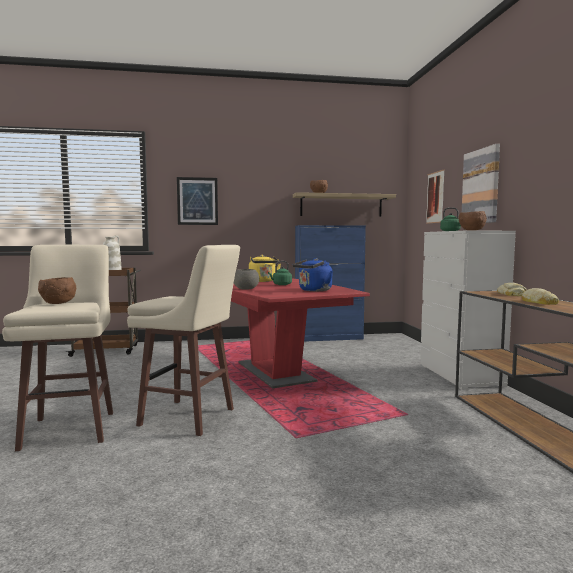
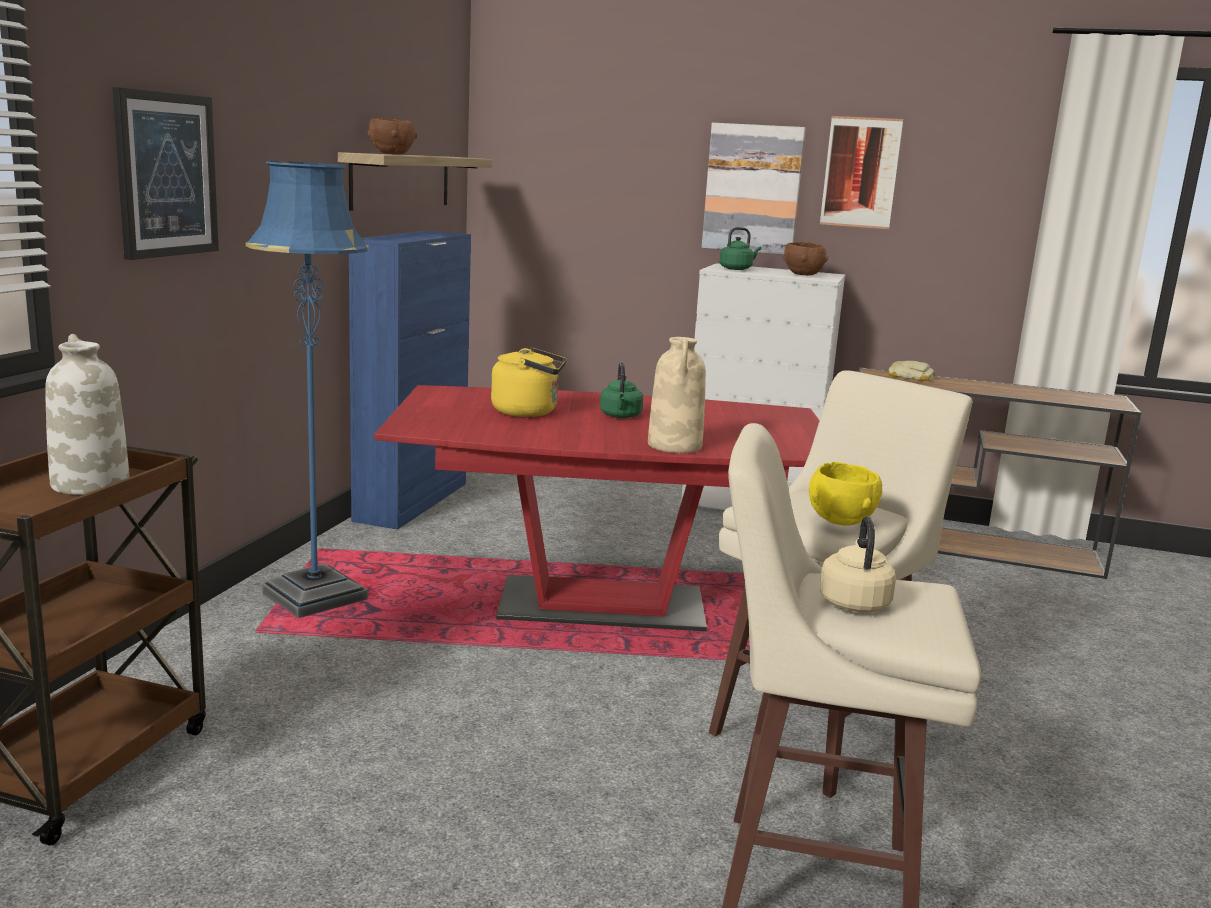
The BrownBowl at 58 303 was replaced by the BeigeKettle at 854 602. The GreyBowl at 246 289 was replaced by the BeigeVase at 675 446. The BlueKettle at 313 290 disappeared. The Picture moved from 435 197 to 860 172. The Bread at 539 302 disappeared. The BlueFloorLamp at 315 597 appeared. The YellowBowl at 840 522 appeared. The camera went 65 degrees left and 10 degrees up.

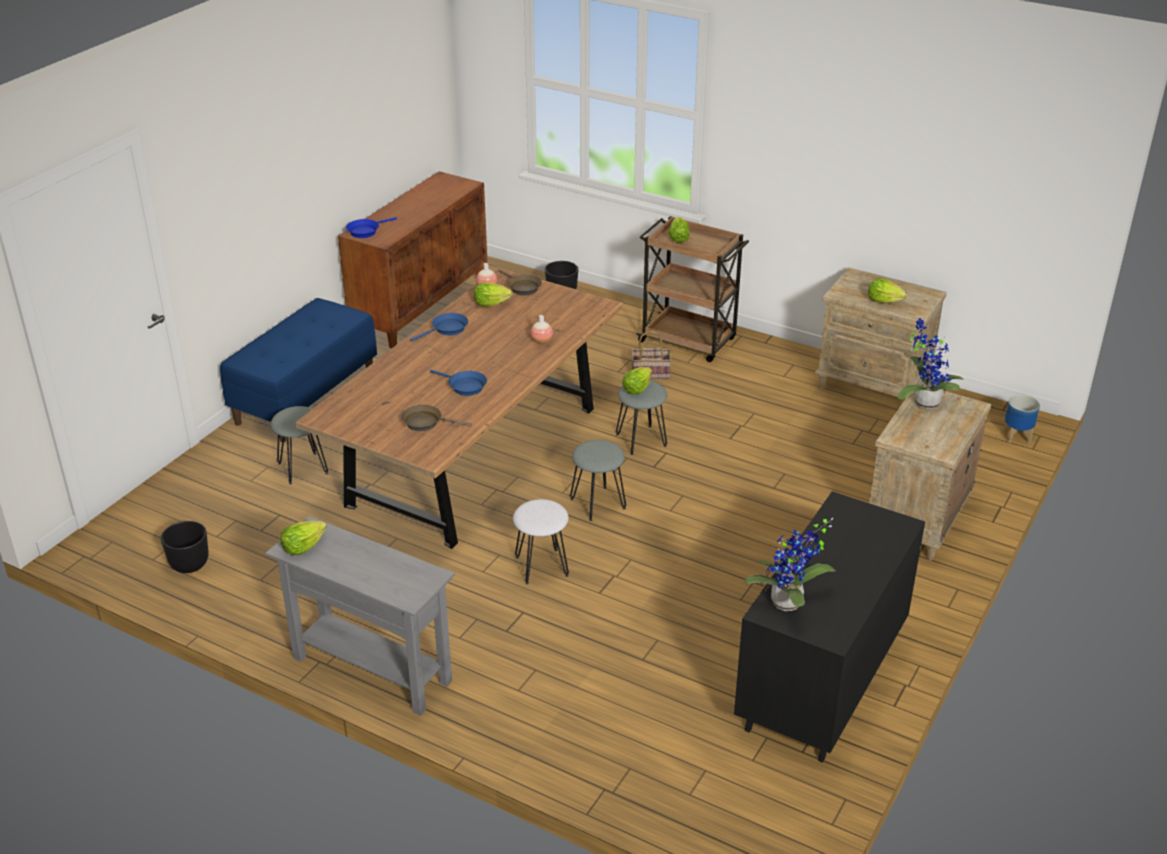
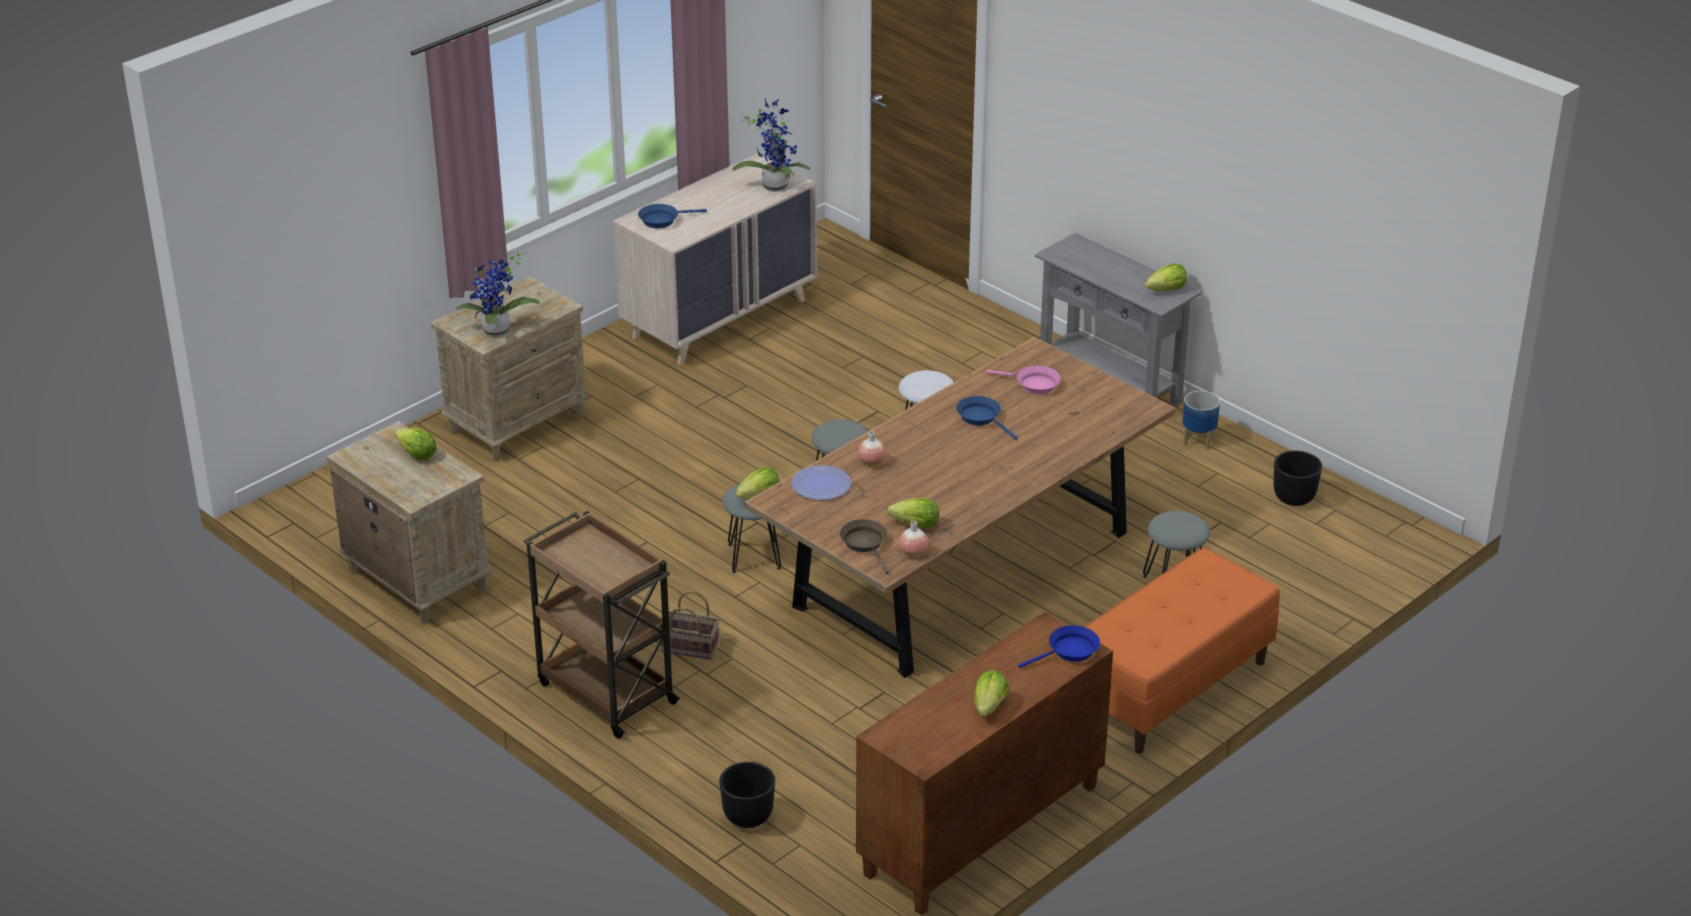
The BlueBench at 305 397 became the OrangeBench at 1170 688. The BrownFryingPan at 426 423 became the PinkFryingPan at 1033 384. The BlueFryingPan moved from 447 330 to 662 220. The Lettuce moved from 678 238 to 989 706. The BlackDresser at 821 684 became the BeigeDresser at 720 318. The Planter moved from 1017 436 to 1197 440. The Plate at 821 484 appeared. The camera went 165 degrees left and 0 degrees up.

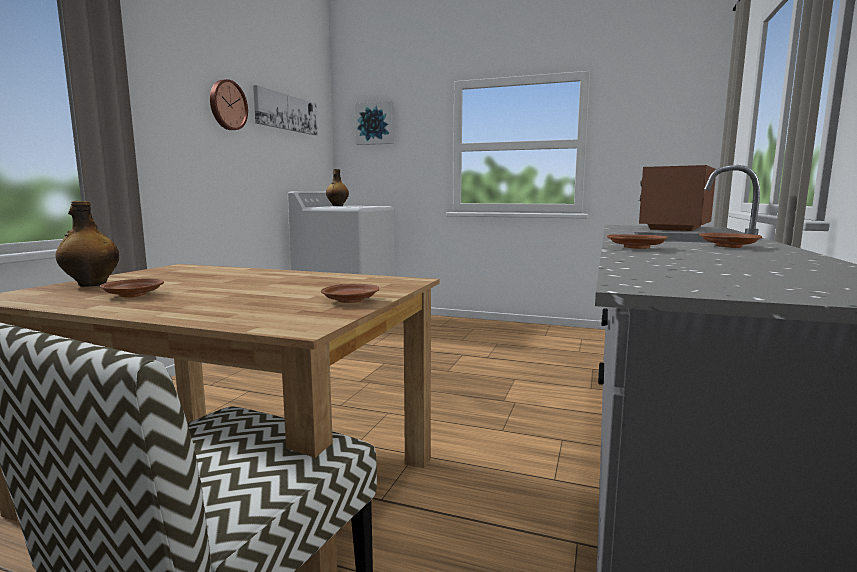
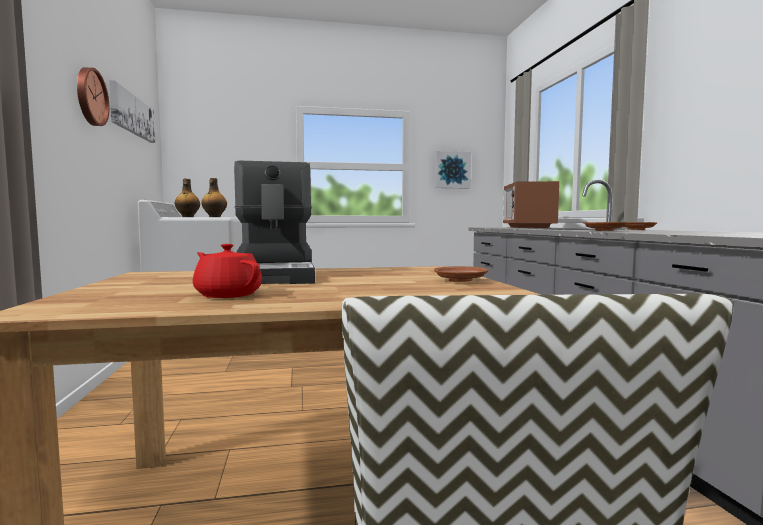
The Bottle moved from 91 284 to 214 217. The BrownPlate at 132 295 was replaced by the RedTeapot at 228 294. The Picture moved from 375 123 to 452 170. The CoffeeMachine at 277 275 appeared. The camera went 30 degrees left and 5 degrees down.

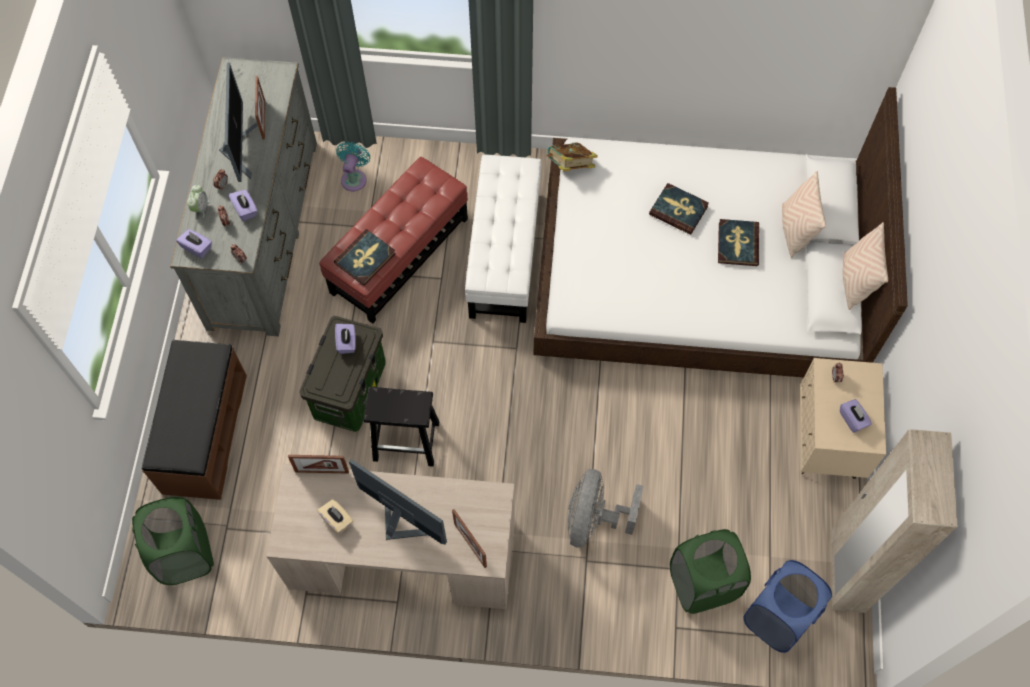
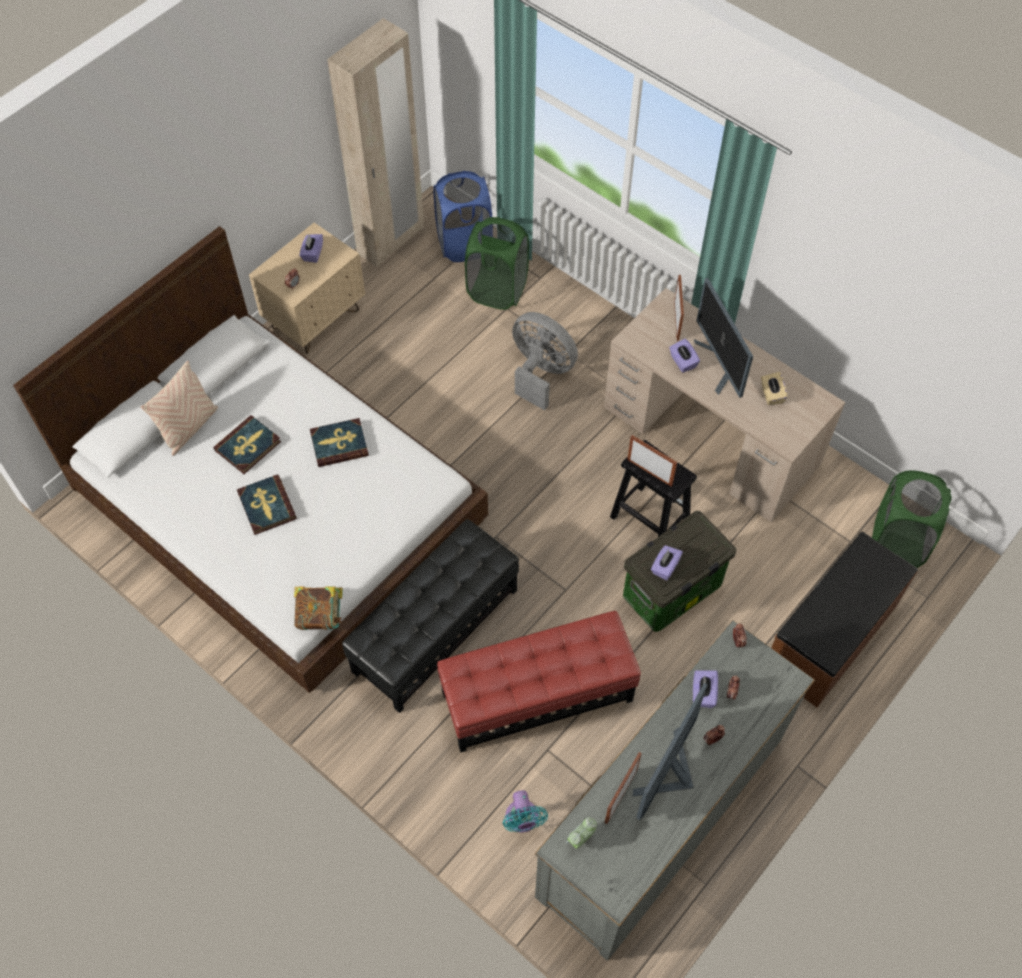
The PurpleTissueBox moved from 197 248 to 682 362. The AlarmClock moved from 200 208 to 580 838. The PictureFrame moved from 322 471 to 649 472. The Book moved from 365 259 to 339 444. The TurquoiseFan at 354 178 turned 60 degrees counterclockwise. The WhiteOttoman at 505 254 became the BlackOttoman at 435 630. The GreyFan at 594 520 turned 105 degrees counterclockwise. The BeigePillow at 855 281 disappeared. The camera went 145 degrees left and 5 degrees down.

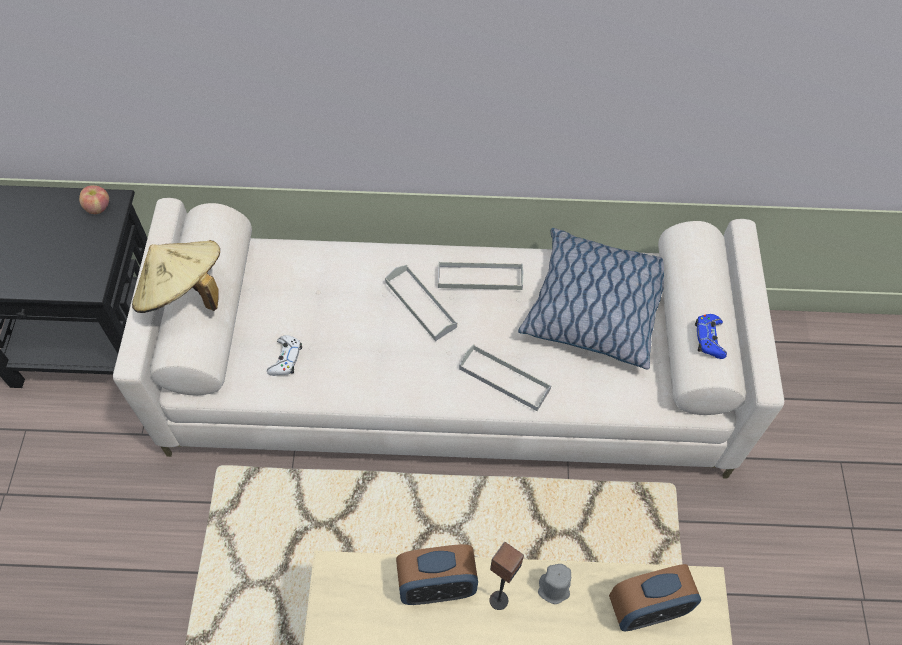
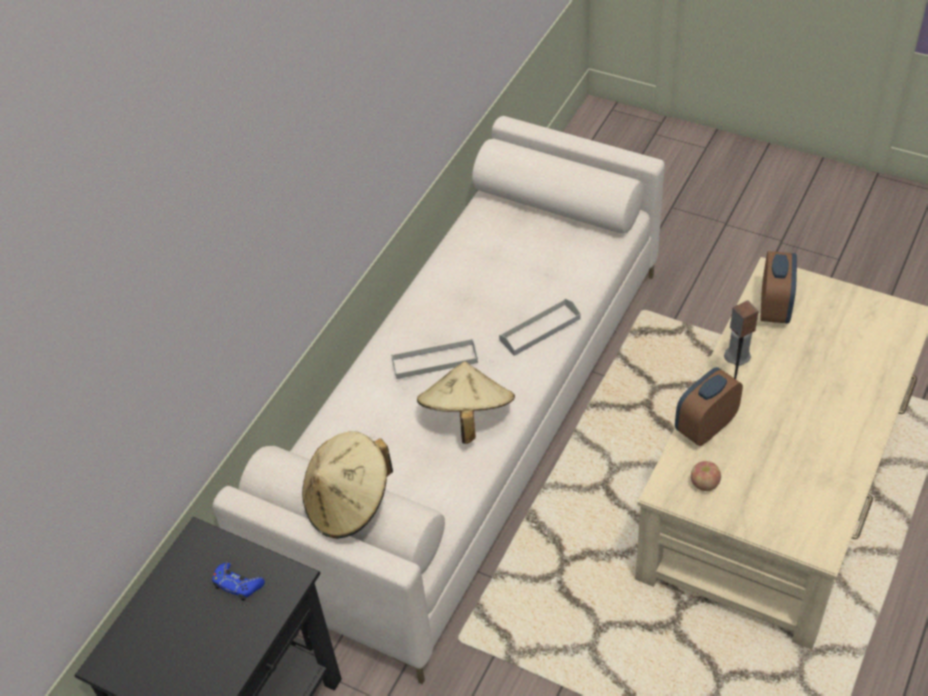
The Apple moved from 98 207 to 704 484. The WhiteGameController at 285 359 disappeared. The AlarmClock at 437 586 turned 150 degrees counterclockwise. The GreyTray at 480 278 disappeared. The Pillow at 594 307 disappeared. The BlueGameController moved from 709 339 to 238 584. The BeigeHat at 466 417 appeared. The camera went 60 degrees left and 10 degrees down.

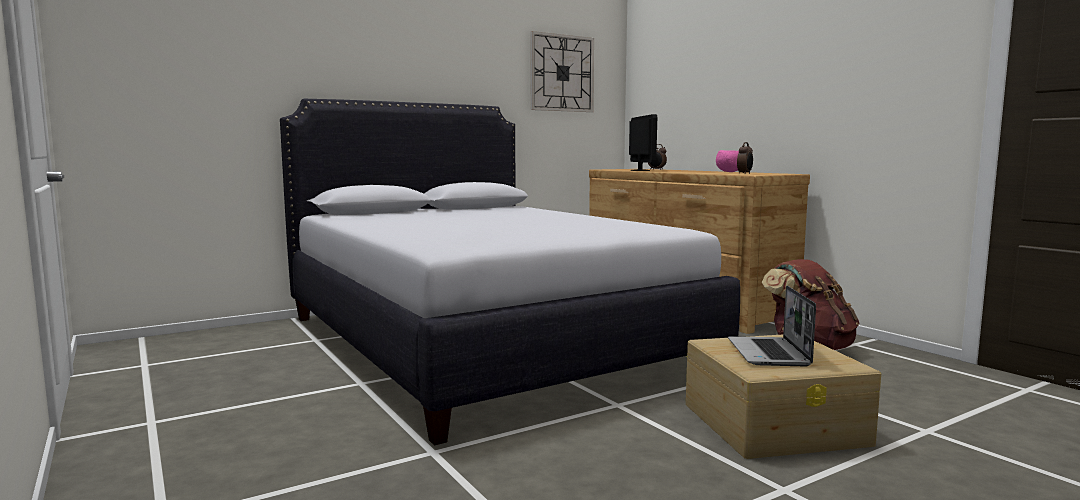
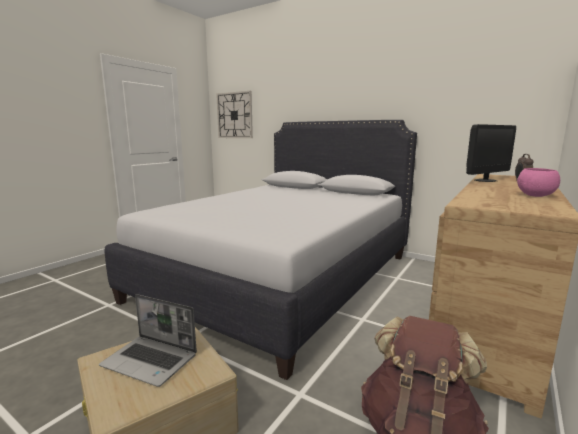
The WallClock moved from 562 73 to 234 115. The Laptop at 769 353 turned 135 degrees counterclockwise. The AlarmClock at 745 173 disappeared. The camera went 65 degrees right and 5 degrees up.

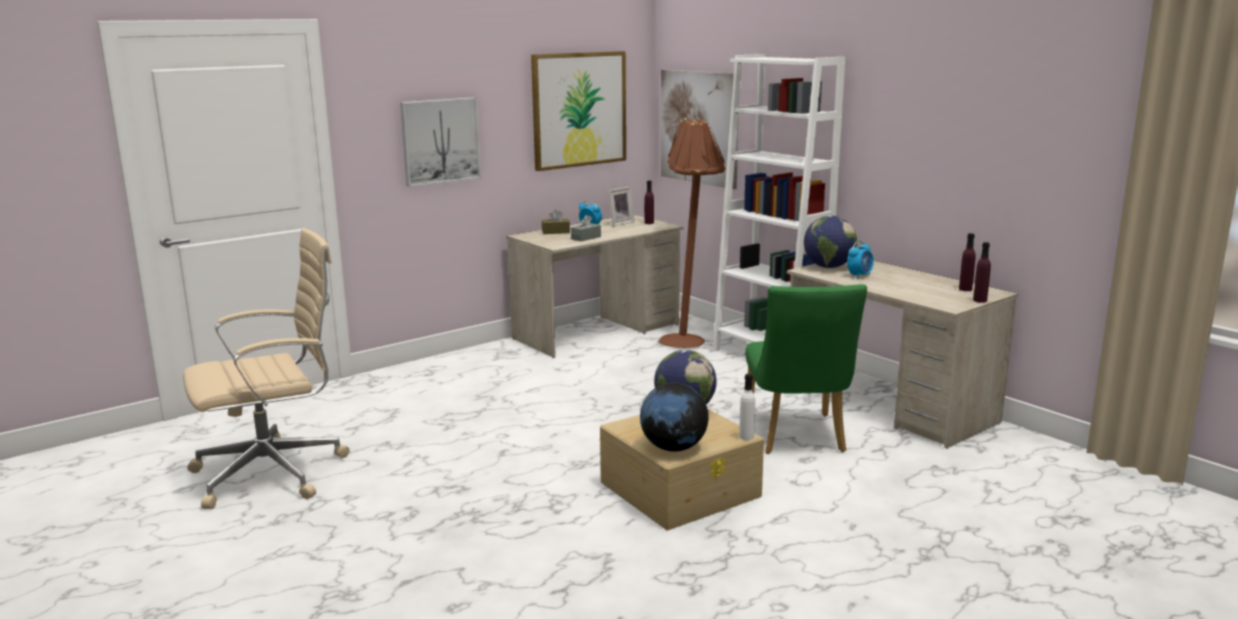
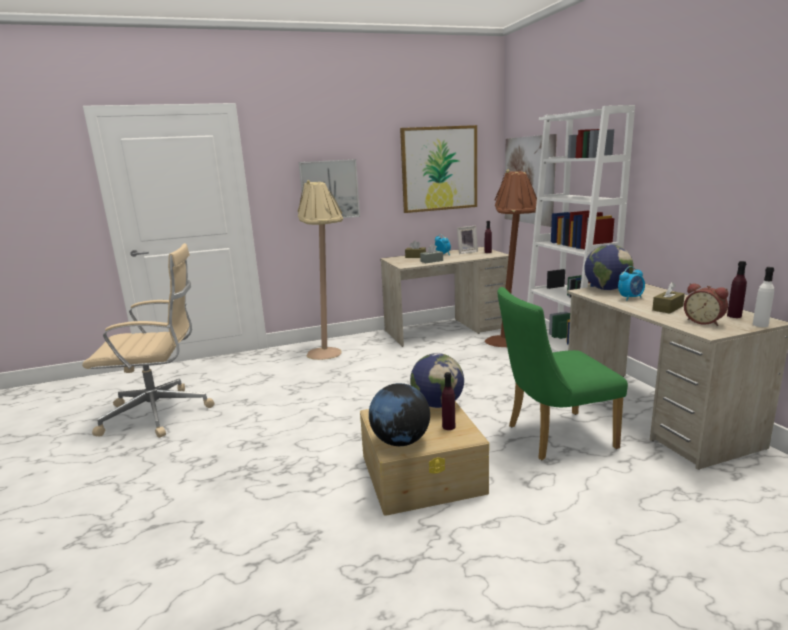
The WhiteBottle moved from 746 437 to 760 325. The GreenChair at 797 438 turned 60 degrees clockwise. The PurpleBottle moved from 980 300 to 448 427. The BeigeFloorLamp at 330 351 appeared. The BrownTissueBox at 667 308 appeared. The AlarmClock at 704 322 appeared. The camera went 20 degrees right and 0 degrees up.

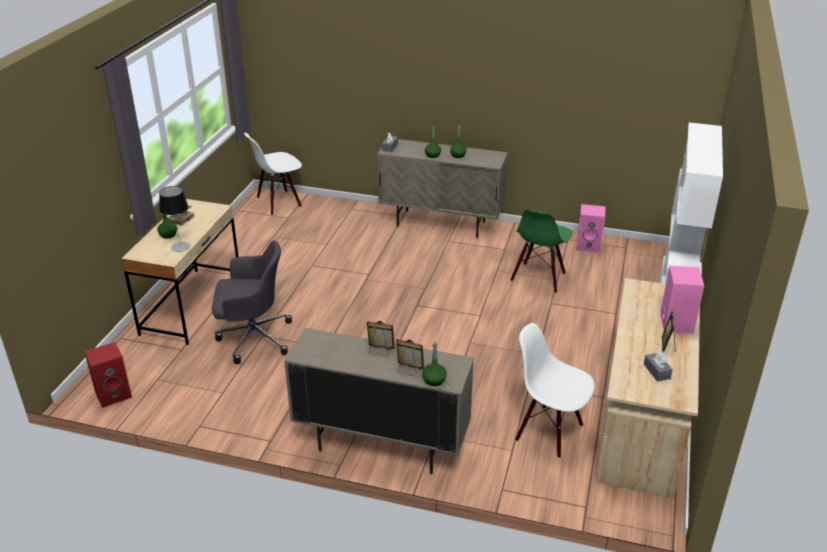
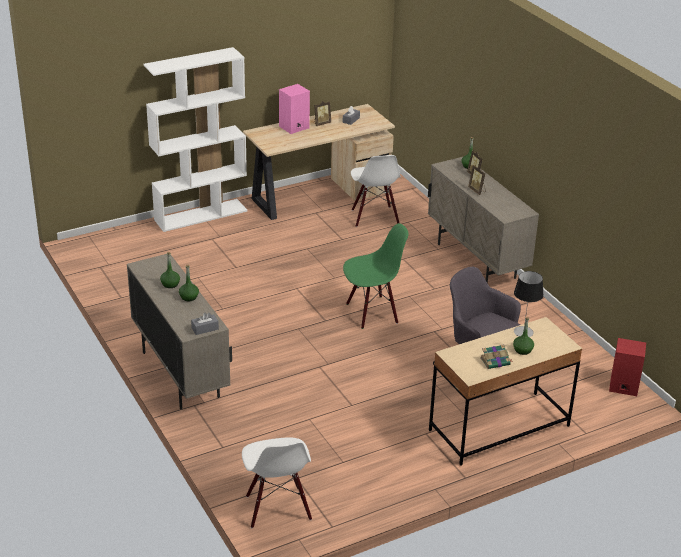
The WhiteChair at 278 202 turned 60 degrees clockwise. The GreenChair moved from 538 277 to 372 312. The PinkSpeaker at 589 246 disappeared. The camera went 135 degrees left and 0 degrees up.

